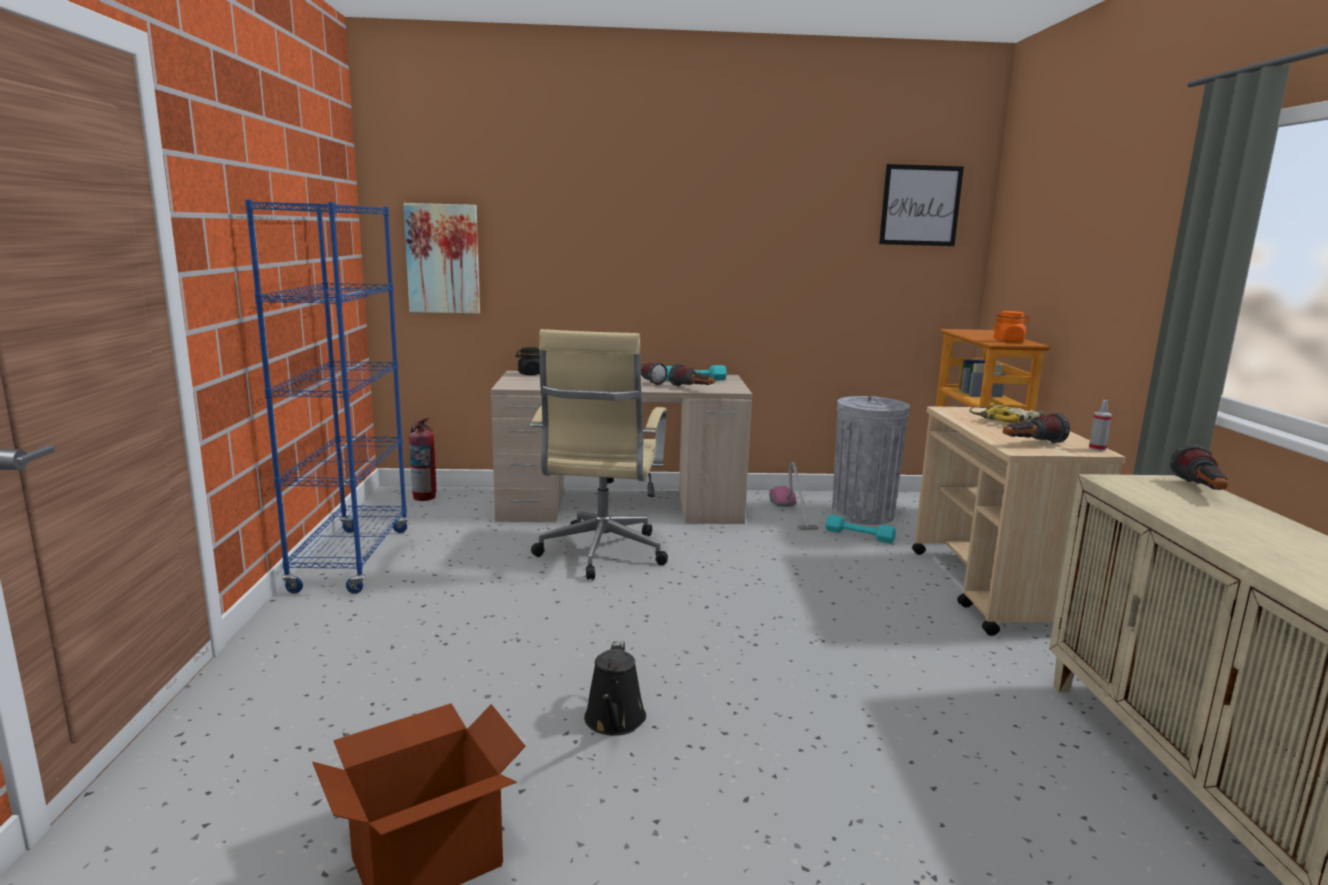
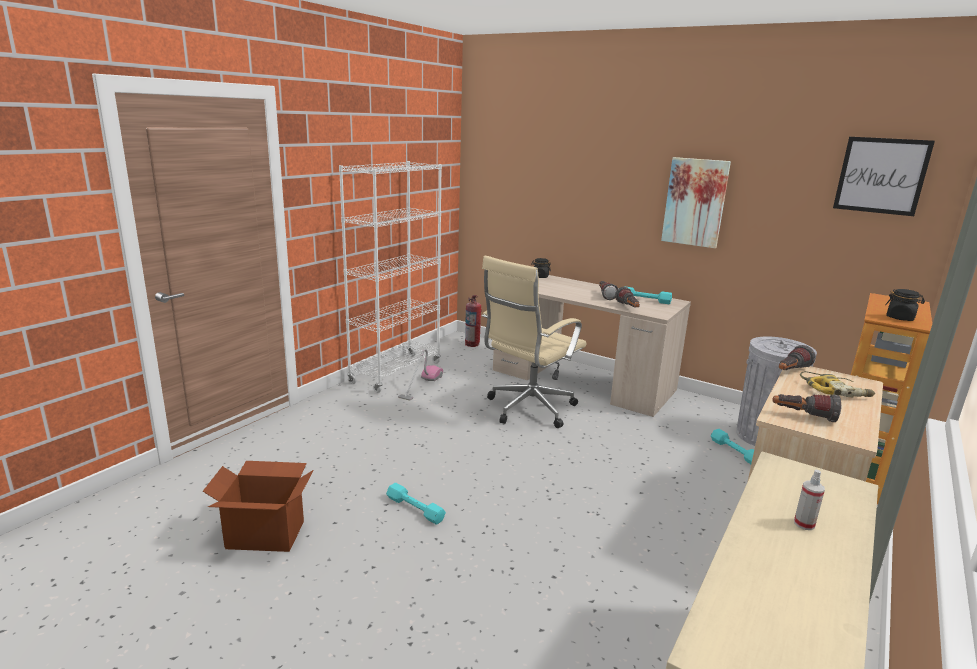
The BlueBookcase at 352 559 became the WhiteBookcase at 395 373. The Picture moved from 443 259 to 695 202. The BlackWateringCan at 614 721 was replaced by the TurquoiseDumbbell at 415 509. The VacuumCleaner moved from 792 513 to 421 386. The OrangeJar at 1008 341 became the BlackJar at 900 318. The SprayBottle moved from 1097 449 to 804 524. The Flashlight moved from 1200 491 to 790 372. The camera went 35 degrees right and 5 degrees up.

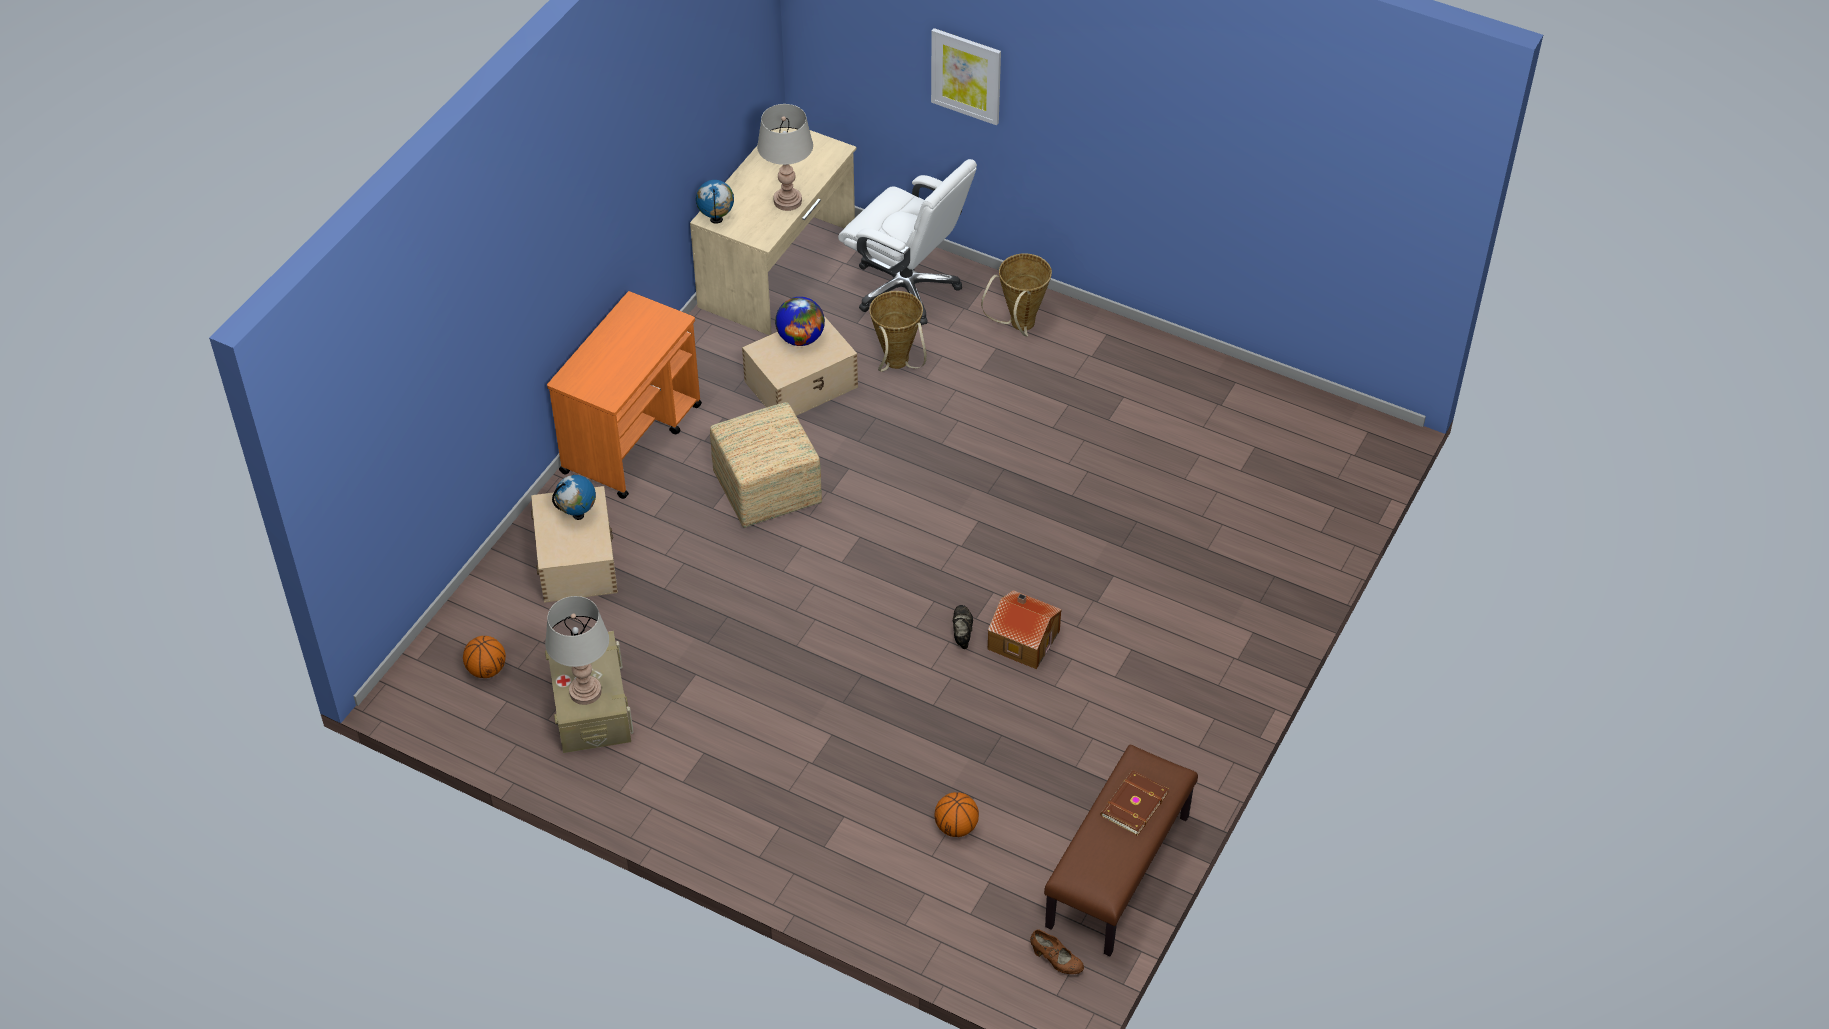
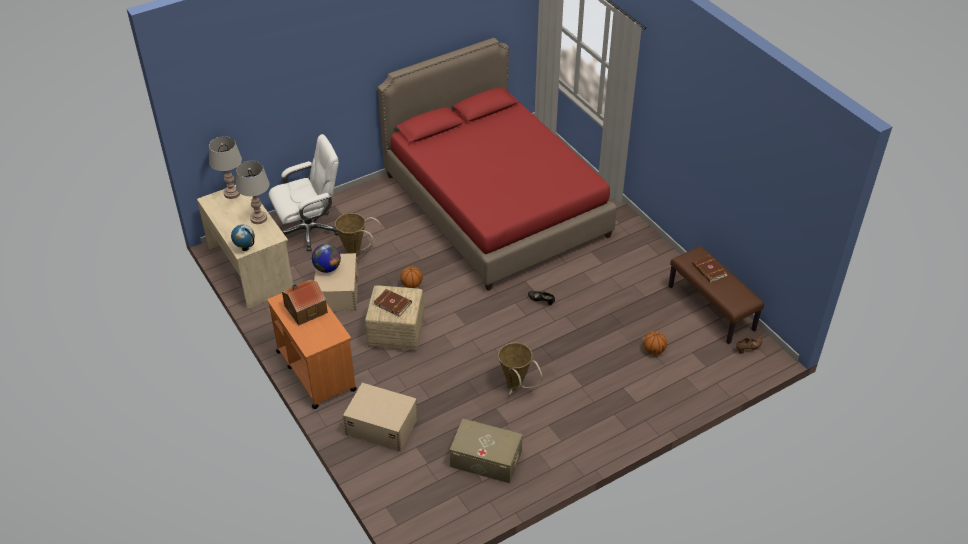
The Basketball moved from 486 670 to 412 285. The GreyTableLamp moved from 585 692 to 232 193. The Globe at 578 515 disappeared. The Picture at 966 75 disappeared. The Basket moved from 1019 327 to 516 388. The ToyHouse moved from 1023 638 to 305 309. The BrownBook at 393 303 appeared. The RedBed at 495 205 appeared. The camera went 60 degrees left and 5 degrees down.

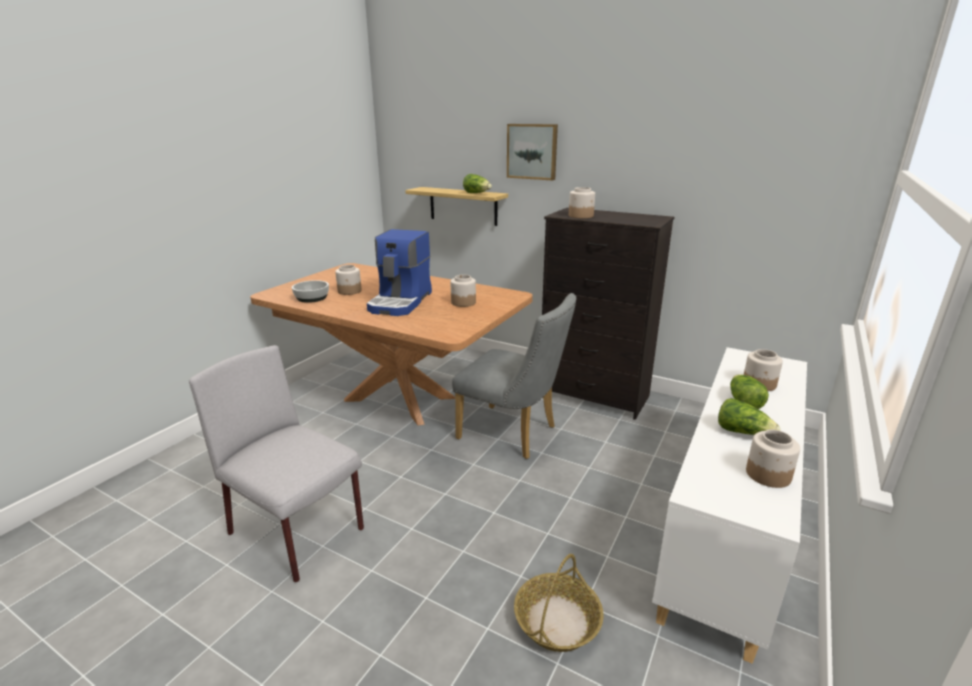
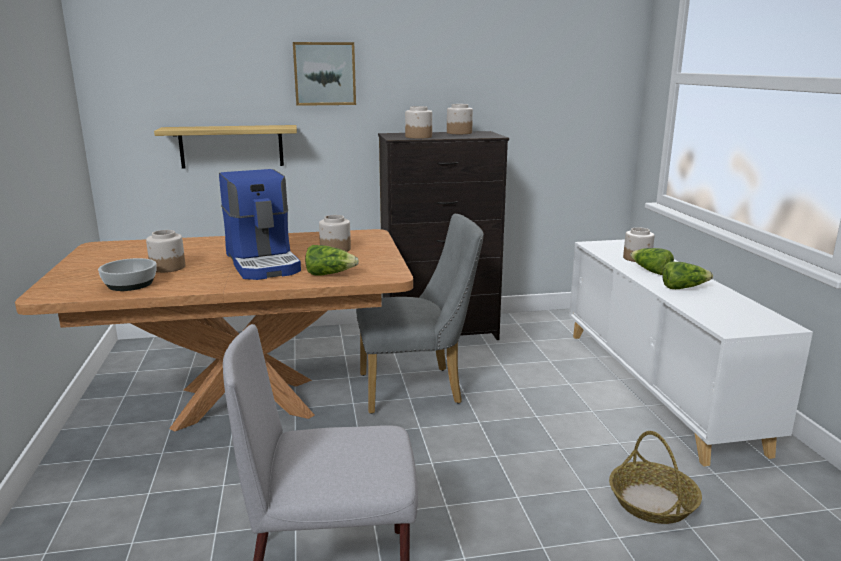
The Lettuce moved from 477 193 to 329 274. The Jar moved from 767 475 to 459 133. The camera went 40 degrees left and 5 degrees down.

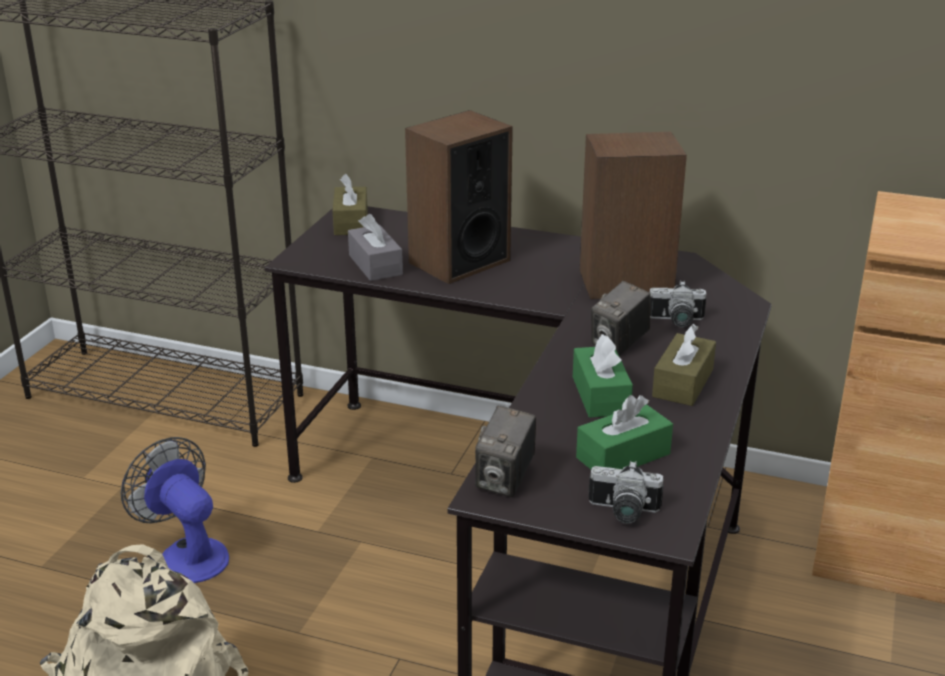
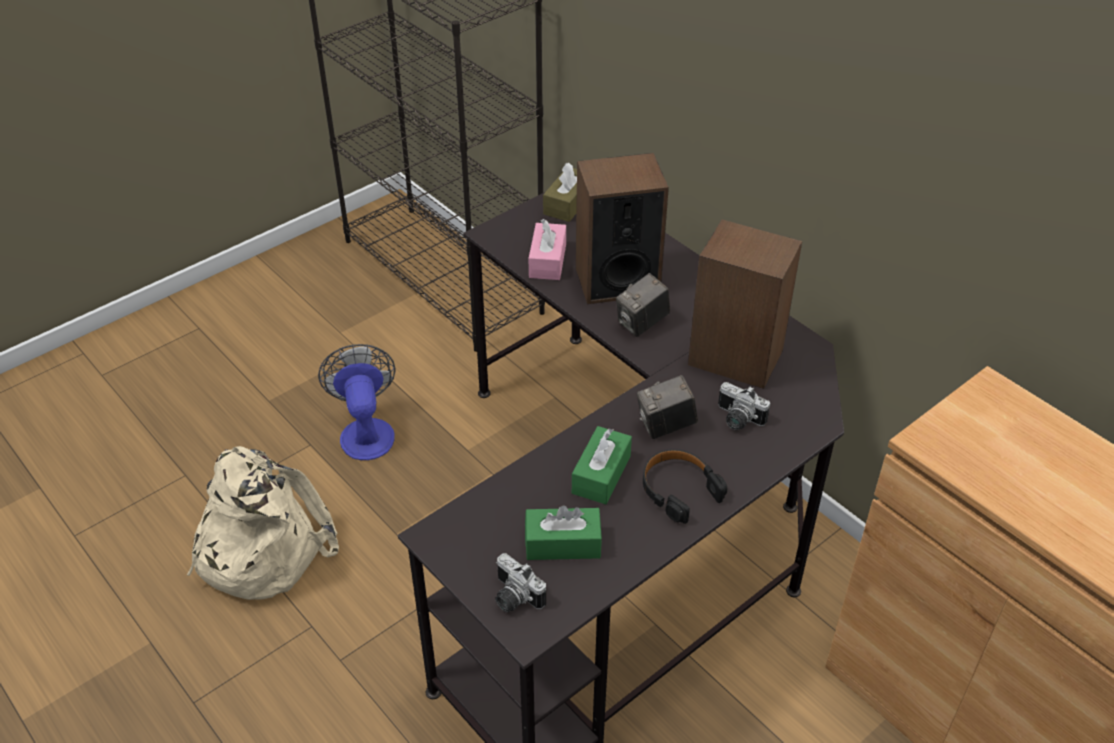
The GreyTissueBox at 375 265 became the PinkTissueBox at 547 261. The PhotoCamera moved from 505 480 to 642 323. The BrownTissueBox at 683 383 was replaced by the BlackHeadphones at 679 490. The camera went 30 degrees right and 15 degrees up.

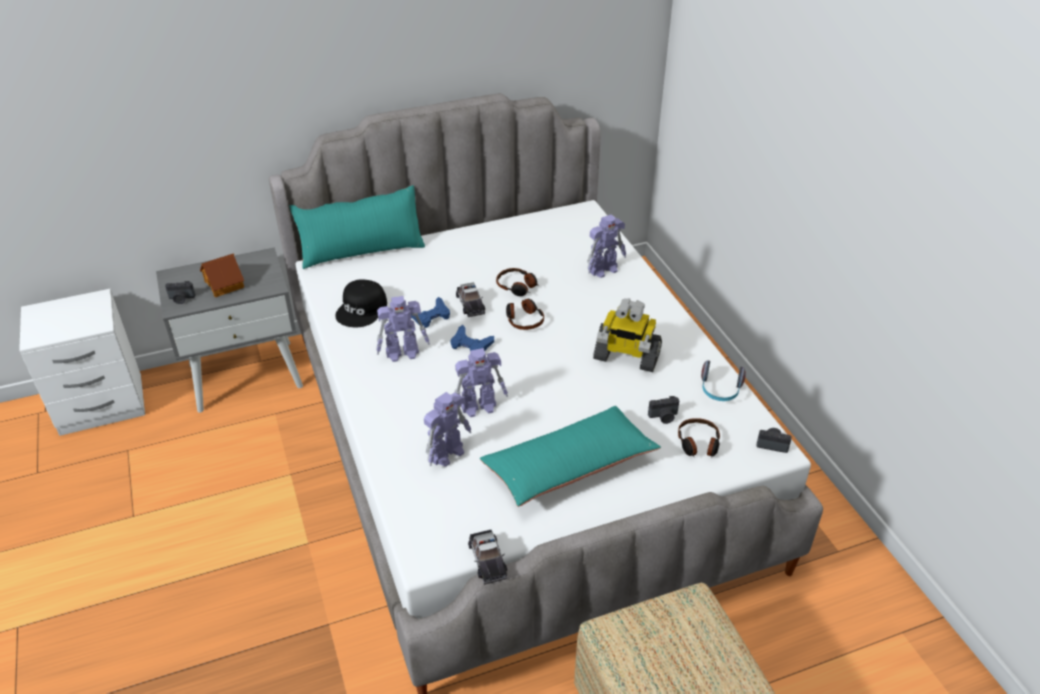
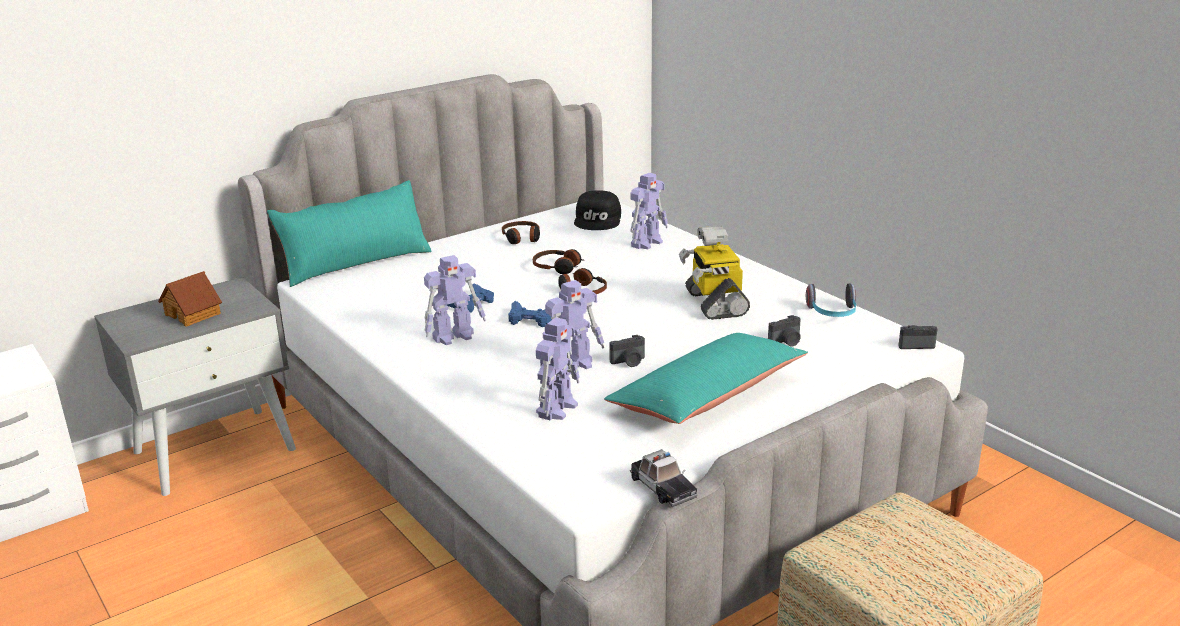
The PhotoCamera moved from 181 299 to 629 362. The BlackCap moved from 362 309 to 598 219. The ToyCar at 470 304 disappeared. The ToyRobot at 626 357 turned 75 degrees clockwise. The Headphones moved from 698 444 to 522 238. The camera went 15 degrees left and 15 degrees down.

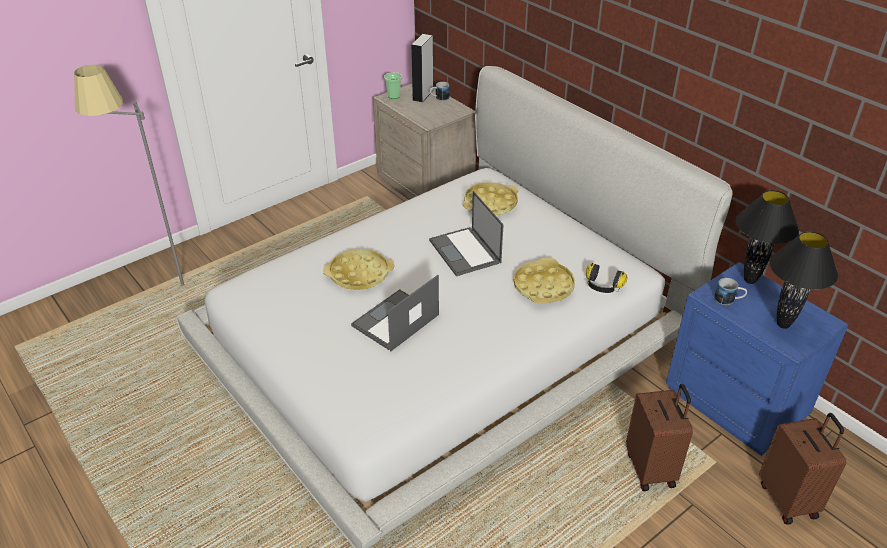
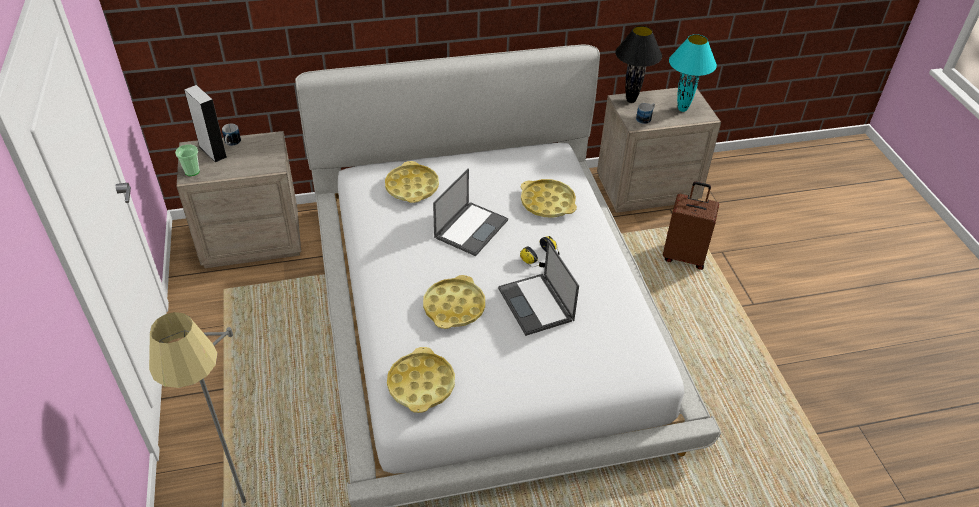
The Laptop at 465 252 turned 60 degrees counterclockwise. The Headphones moved from 602 286 to 542 259. The BlueNightstand at 736 402 became the BeigeNightstand at 647 188. The BrownSuitcase at 789 499 disappeared. The BlackTableLamp at 783 324 became the TurquoiseTableLamp at 682 109. The YellowTray at 421 384 appeared. The camera went 65 degrees left and 5 degrees up.

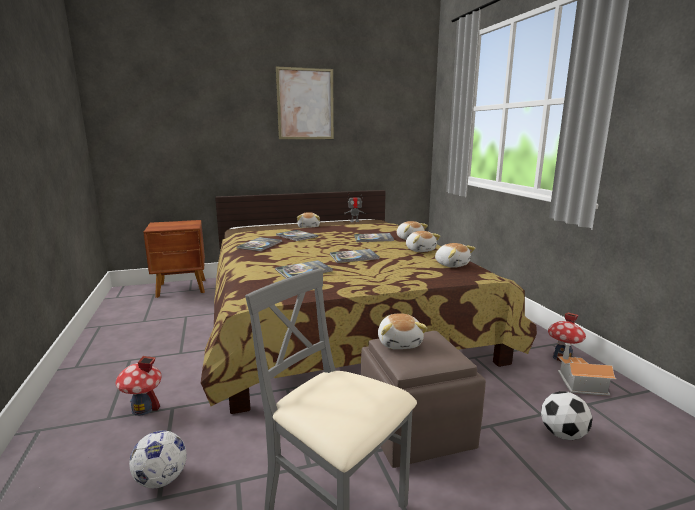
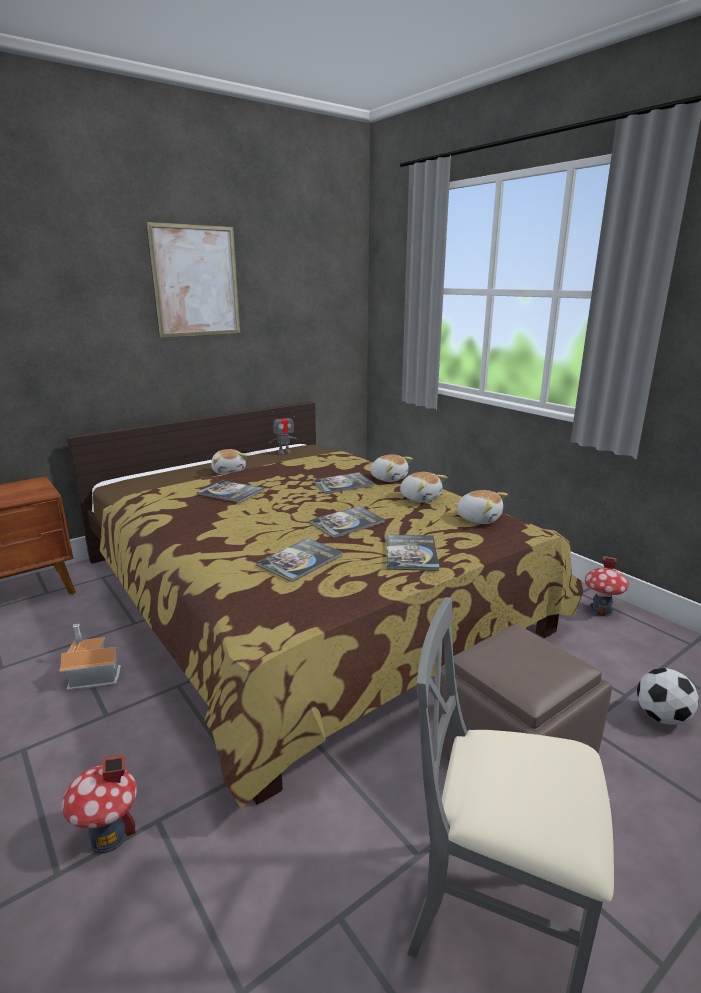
The Football at 162 479 disappeared. The Book moved from 260 245 to 411 553. The PlushToy at 400 343 disappeared. The ToyHouse moved from 579 383 to 91 672. The camera went 20 degrees left and 5 degrees up.

